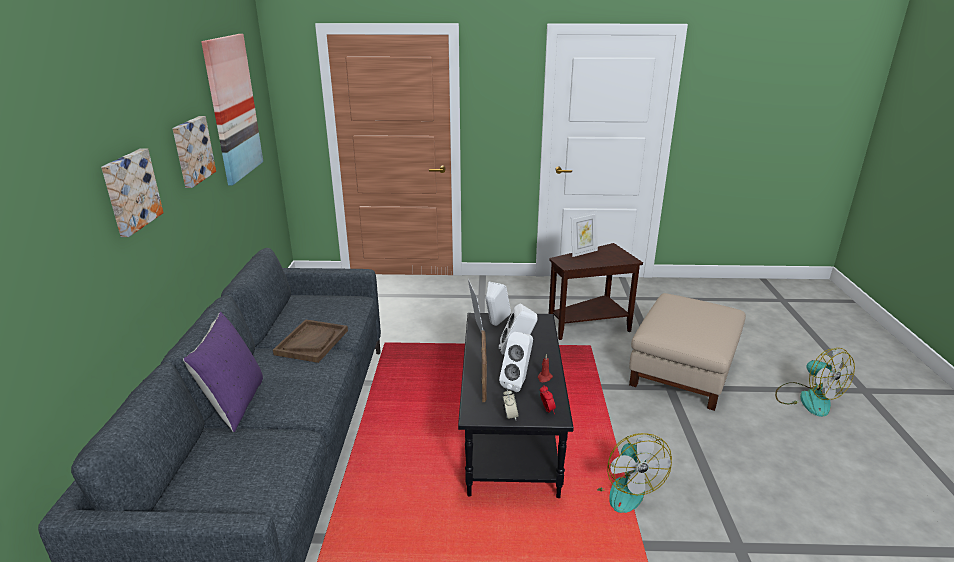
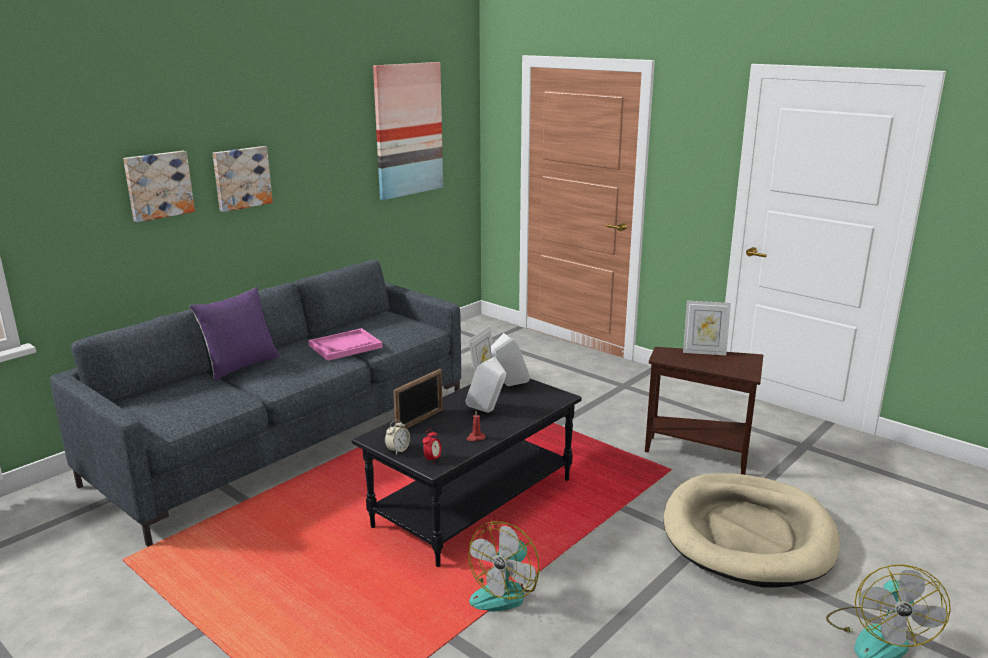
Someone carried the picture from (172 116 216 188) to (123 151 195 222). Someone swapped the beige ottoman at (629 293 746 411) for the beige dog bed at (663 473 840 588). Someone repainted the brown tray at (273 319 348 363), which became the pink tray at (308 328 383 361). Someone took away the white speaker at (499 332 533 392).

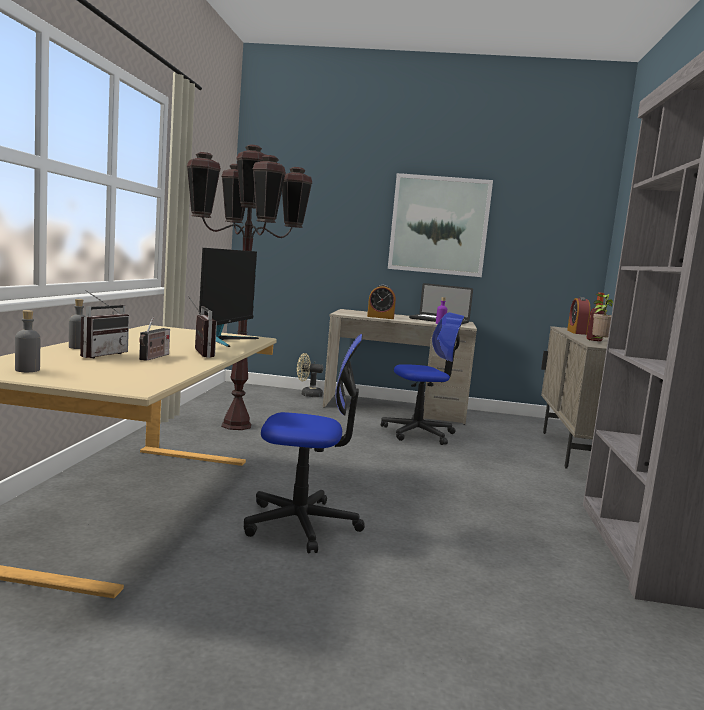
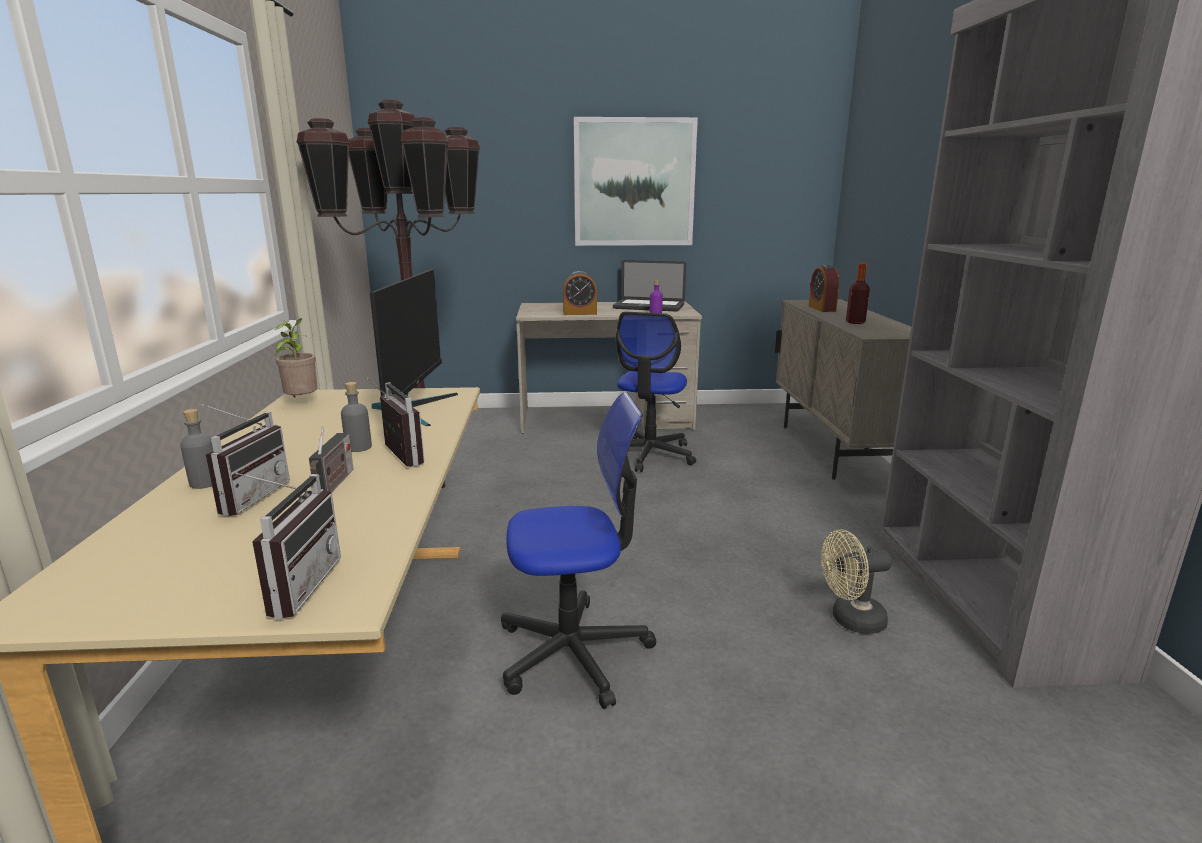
Someone carried the potted plant from (590 294 613 340) to (274 318 318 398). Someone carried the grey bottle from (15 310 40 372) to (341 382 372 452). Someone rotated the office chair at (381 312 464 445) by 135 degrees clockwise. Someone carried the beige fan from (297 353 324 397) to (821 529 892 634). Someone put down the radio at (235 472 341 619).

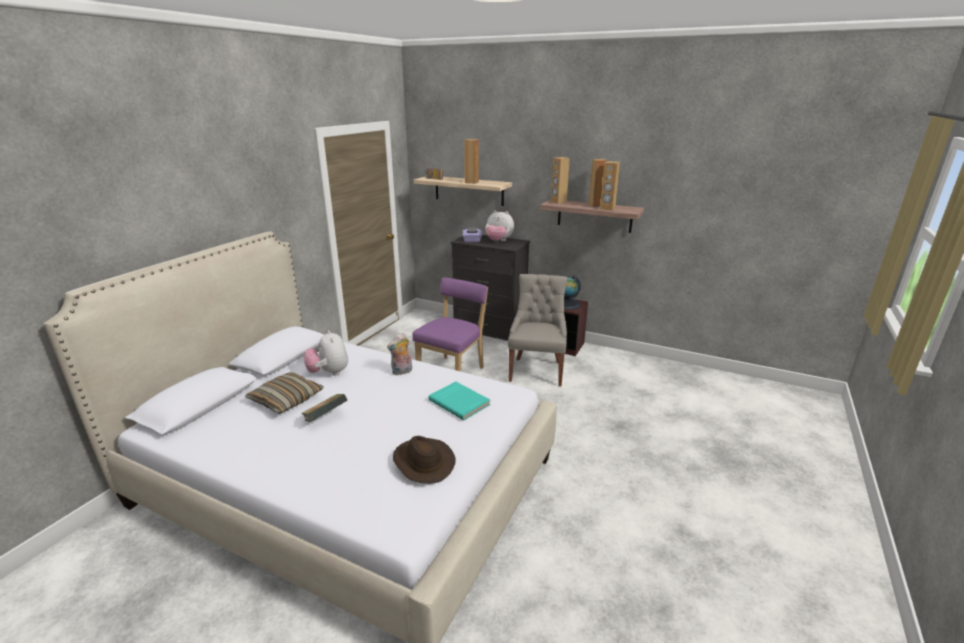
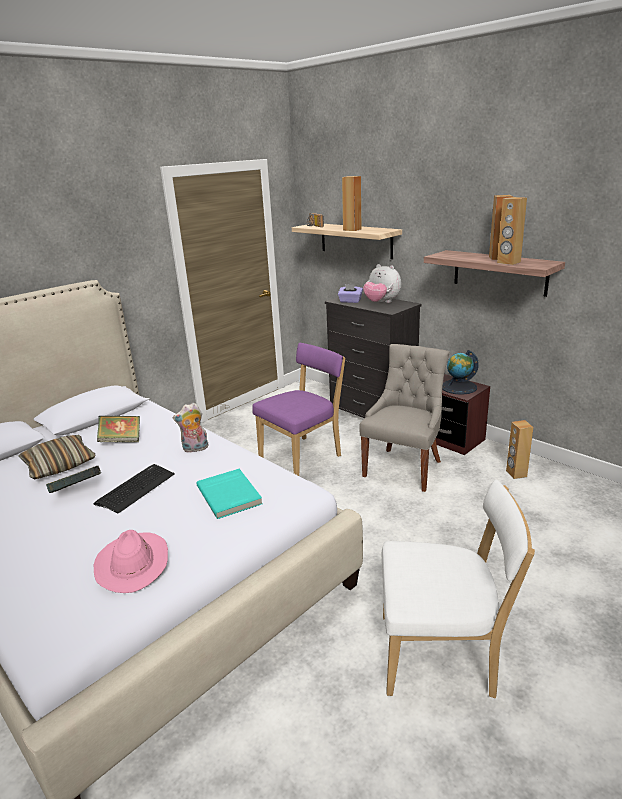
Someone carried the brown speaker from (551 157 570 204) to (506 420 533 479). Someone swapped the plush toy at (304 330 348 375) for the book at (97 416 140 442). Someone repainted the brown hat at (393 436 456 484), which became the pink hat at (94 530 168 593). Someone put down the keyboard at (94 464 175 514). Someone put down the white chair at (381 480 535 698).

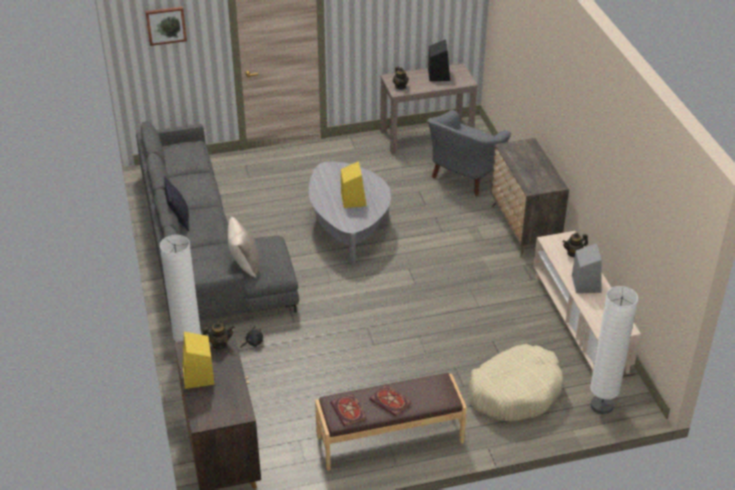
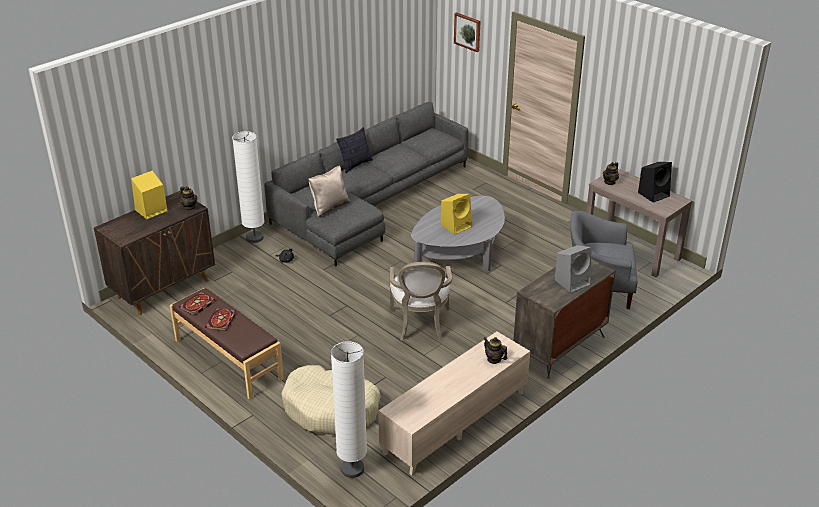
Someone carried the grey speaker from (572 243 602 293) to (555 245 591 293). Someone put down the armchair at (389 262 452 341).

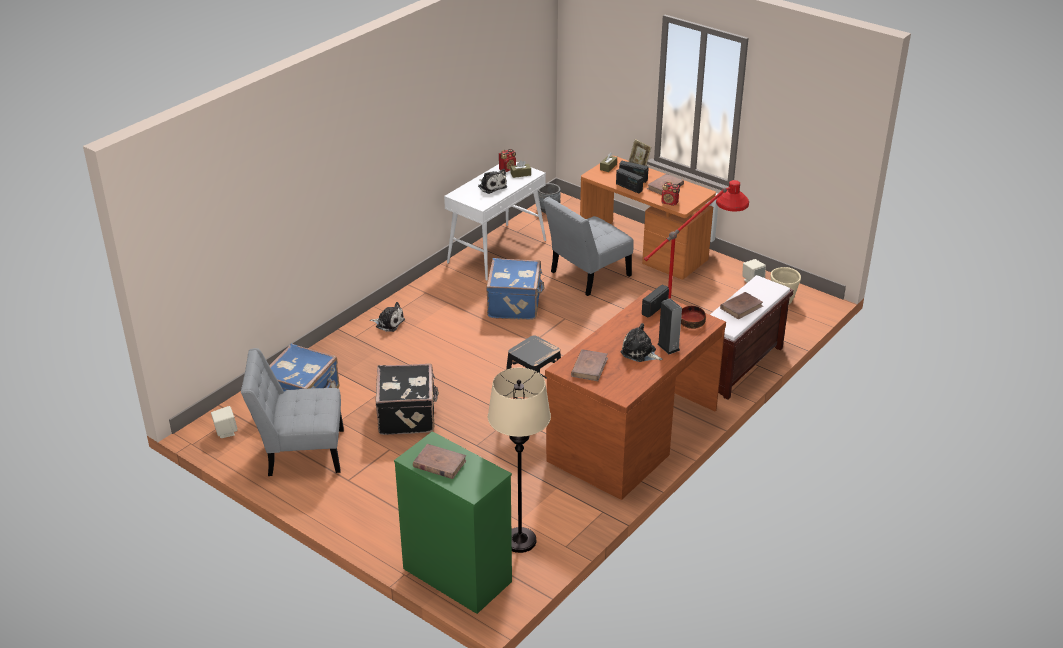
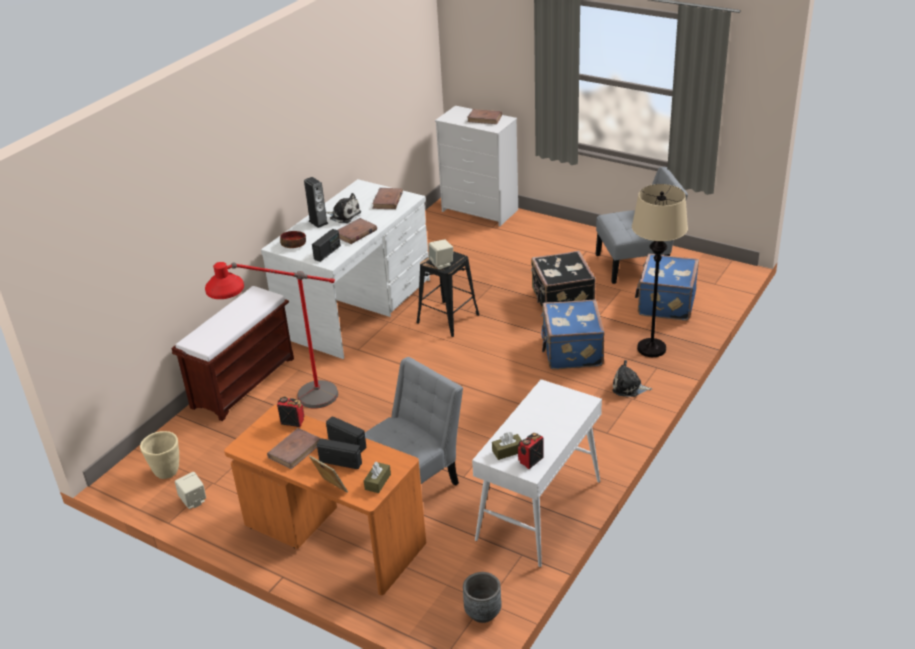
Someone took away the plush toy at (478 169 507 194). Someone carried the blue suitcase from (486 258 544 320) to (541 300 605 370). Someone repainted the brown desk at (545 290 726 500), which became the white desk at (261 179 430 359). Someone carried the brown book from (720 292 763 320) to (338 218 377 244). Someone carried the beige floor lamp from (488 368 551 553) to (632 184 688 357). Someone carried the beige speaker from (211 406 238 438) to (428 239 453 270). Someone repainted the green dresser at (394 431 512 614), which became the white dresser at (435 106 518 226).

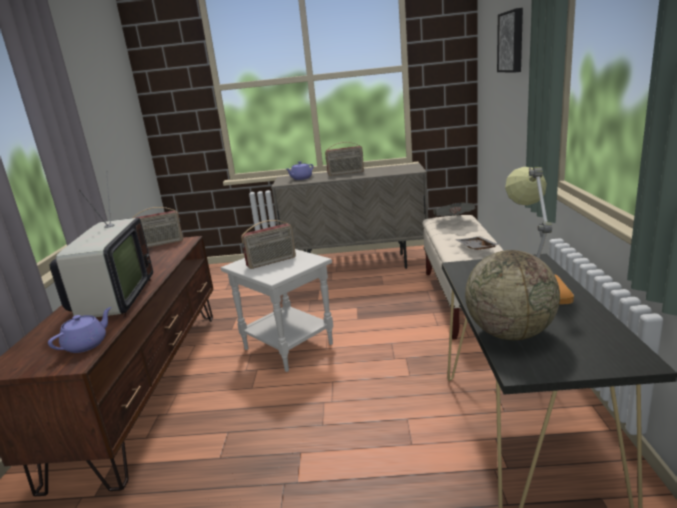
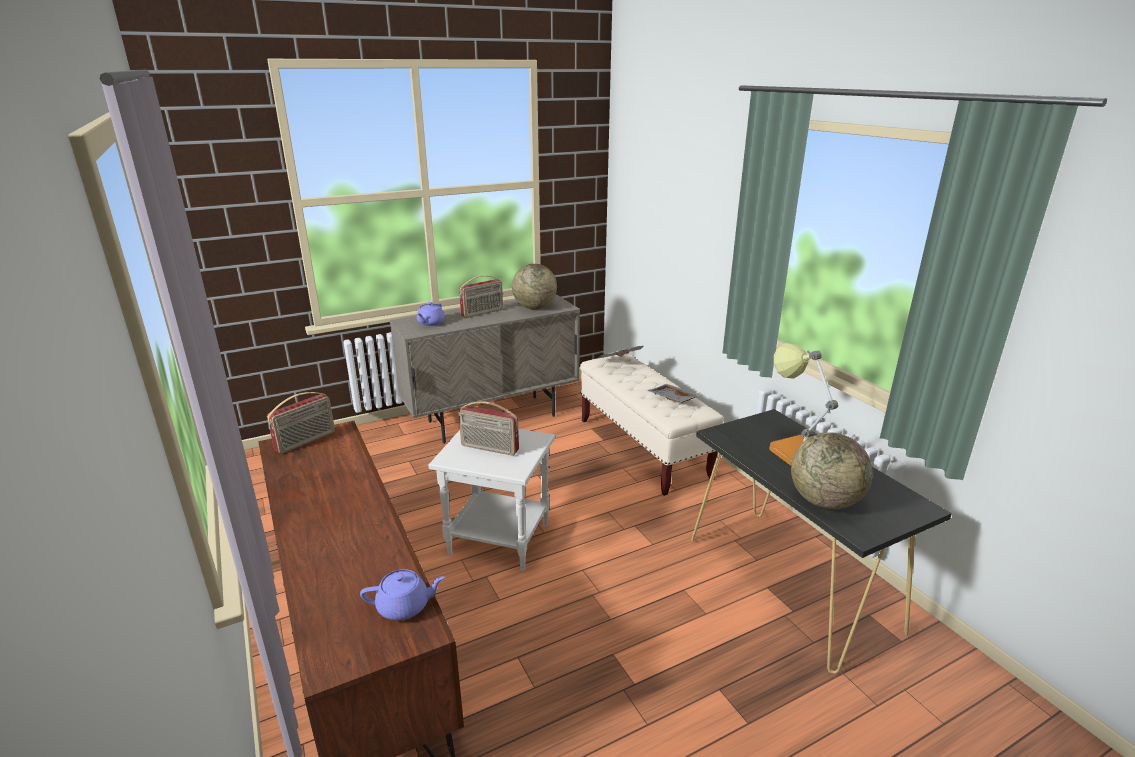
Someone took away the picture at (497 8 523 73). Someone took away the television at (50 171 153 318). Someone rotated the radio at (241 220 296 269) by 75 degrees clockwise. Someone rotated the purple teapot at (48 307 111 353) by 75 degrees clockwise. Someone put down the globe at (512 264 557 309).

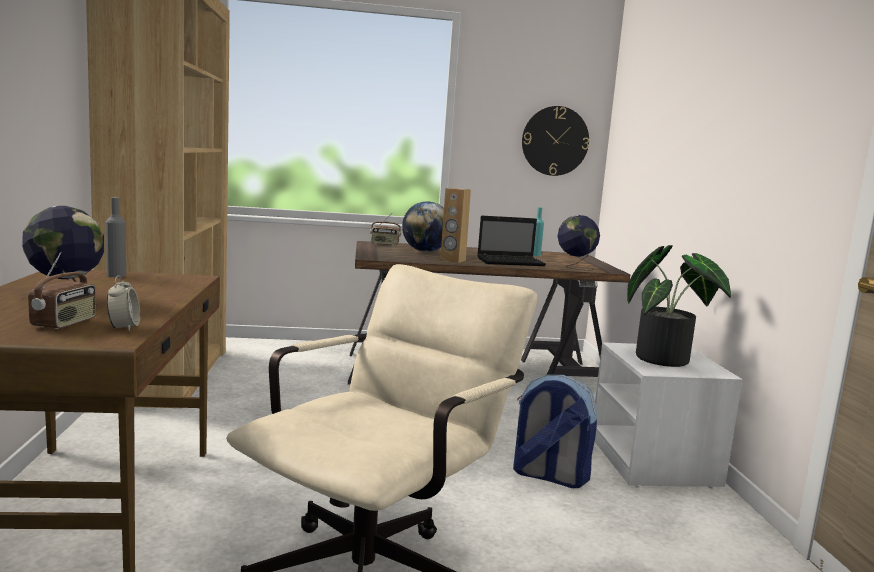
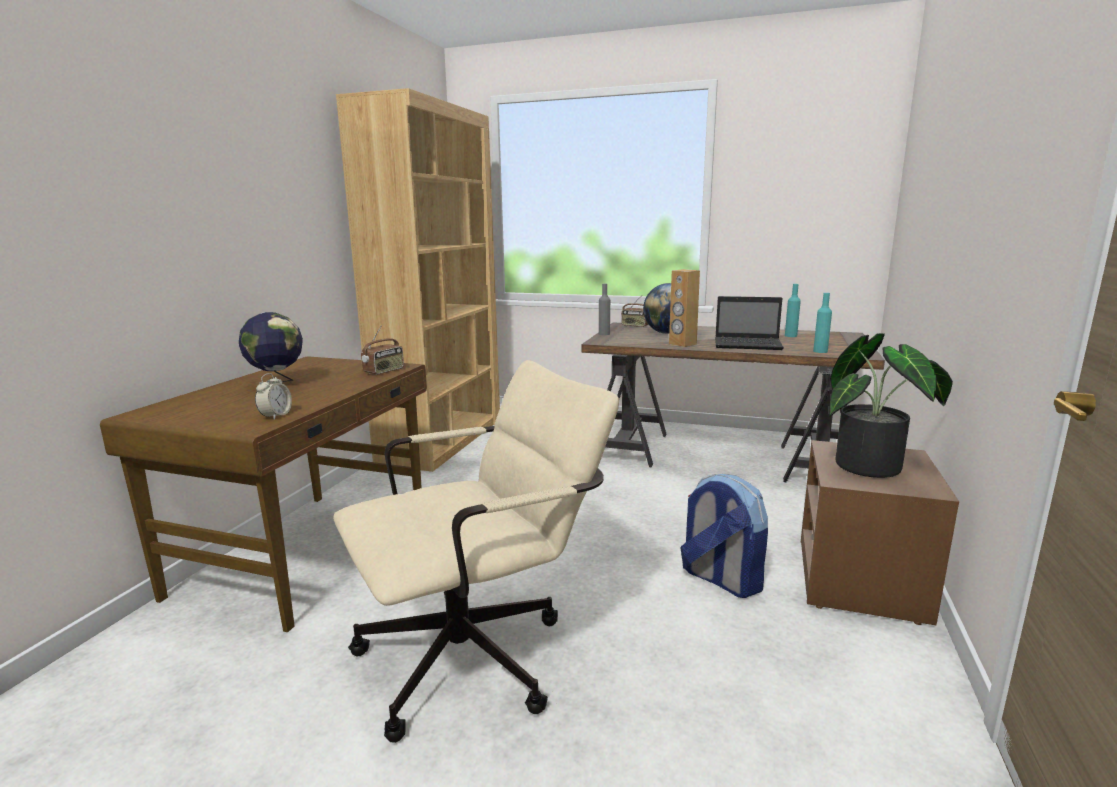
Someone took away the wall clock at (522 106 589 176). Someone carried the grey bottle from (106 197 126 277) to (599 284 610 335). Someone swapped the globe at (557 215 600 271) for the turquoise bottle at (813 293 832 353). Someone carried the radio from (28 252 96 329) to (361 326 404 375). Someone repainted the white nightstand at (595 342 743 489), which became the brown nightstand at (801 440 959 625).

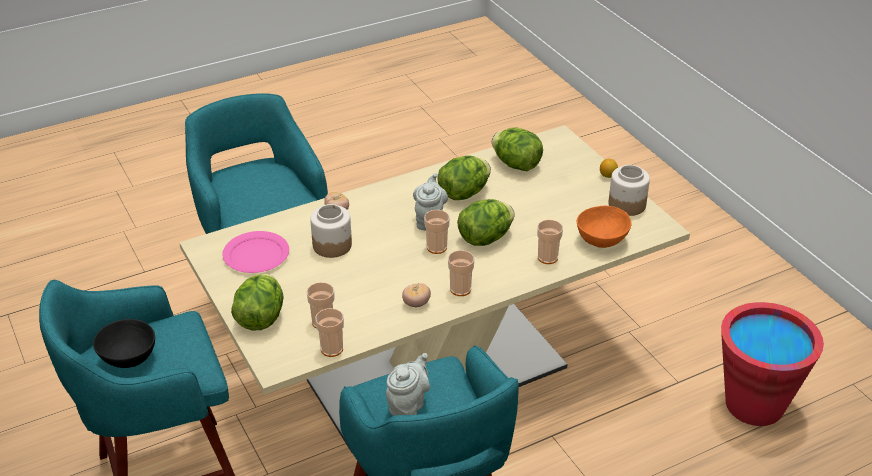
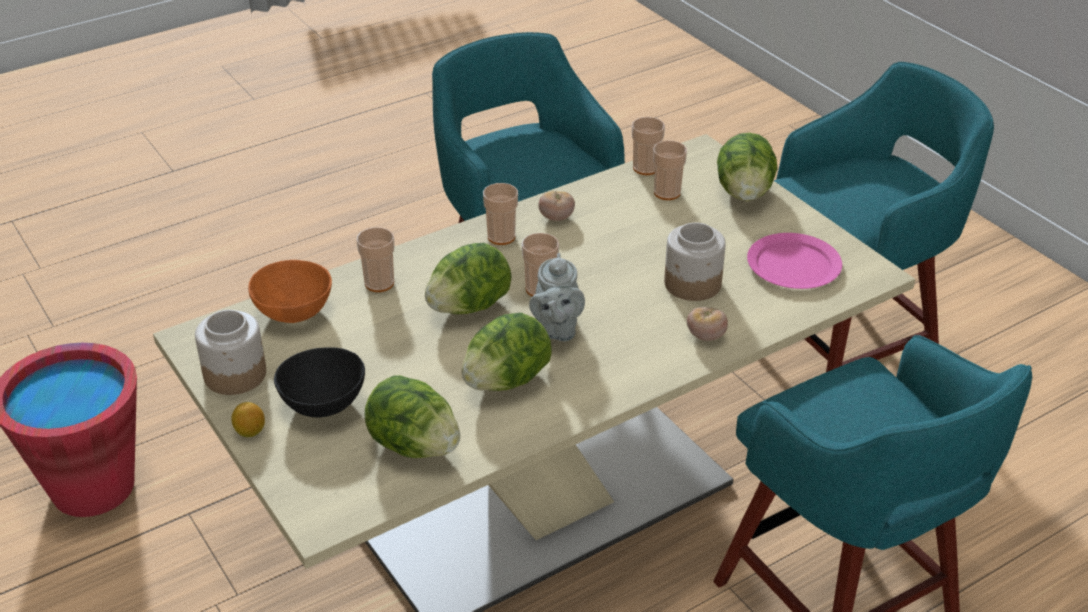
Someone carried the black bowl from (93 319 155 368) to (274 347 365 418). Someone took away the grey teapot at (386 353 430 416).

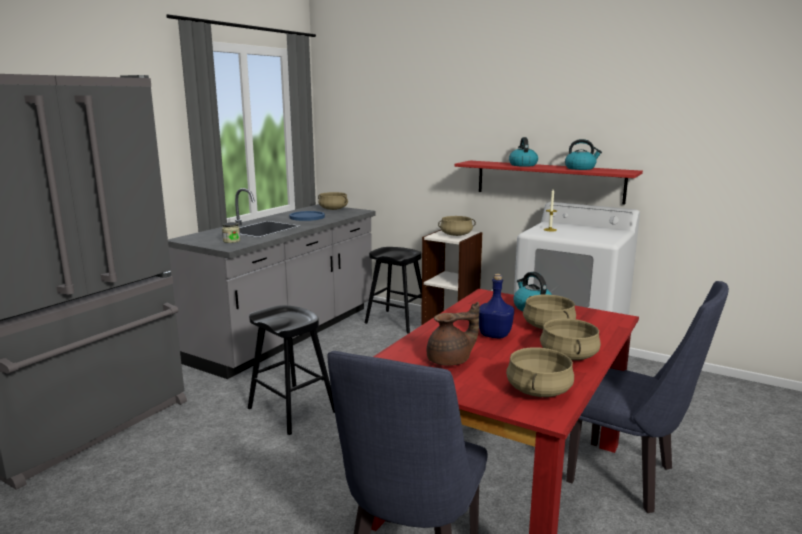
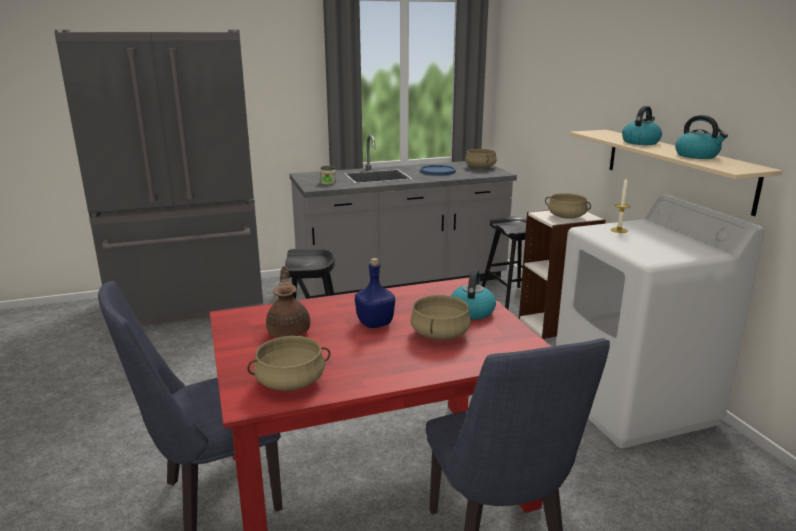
Someone repainted the red shelf at (455 161 643 205), which became the beige shelf at (570 130 783 216). Someone rotated the brown teapot at (427 302 479 366) by 120 degrees counterclockwise. Someone took away the beige cooking pot at (540 318 601 360).

